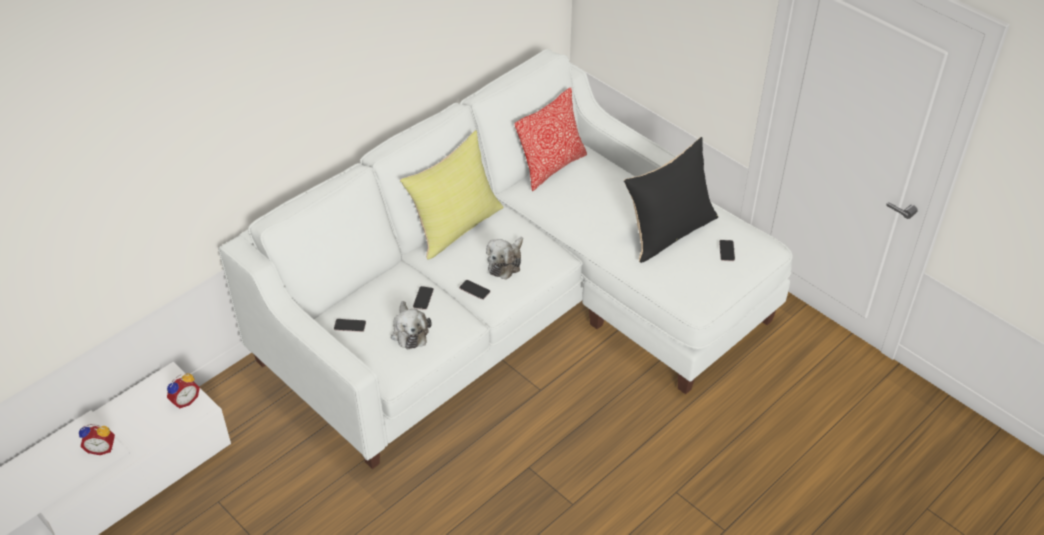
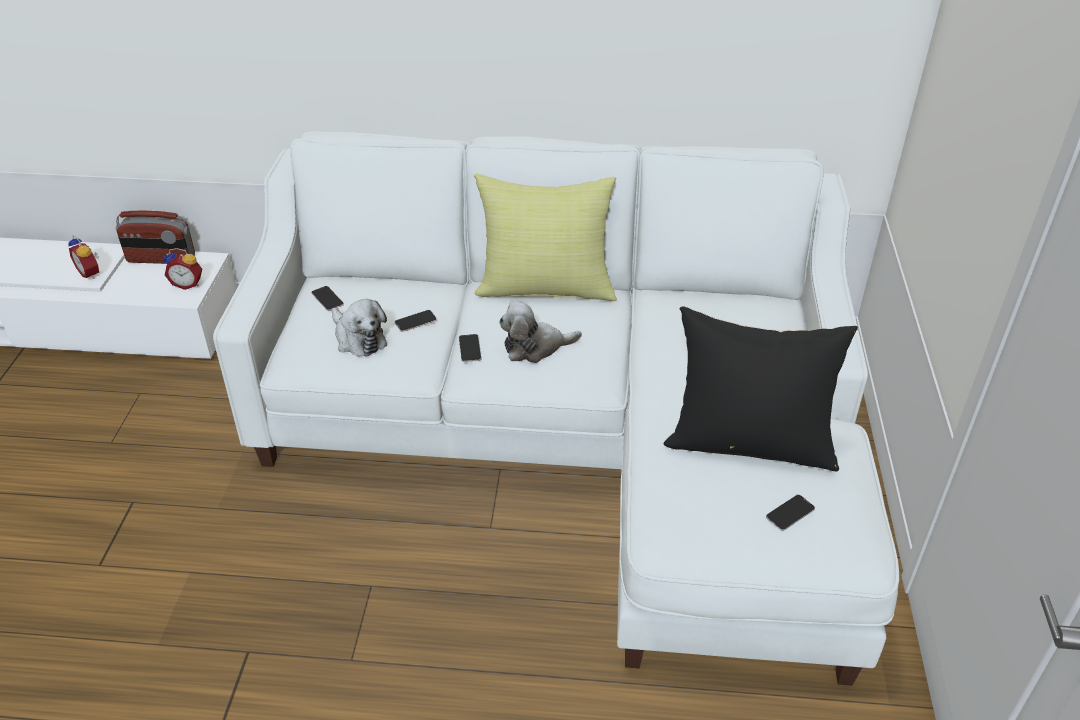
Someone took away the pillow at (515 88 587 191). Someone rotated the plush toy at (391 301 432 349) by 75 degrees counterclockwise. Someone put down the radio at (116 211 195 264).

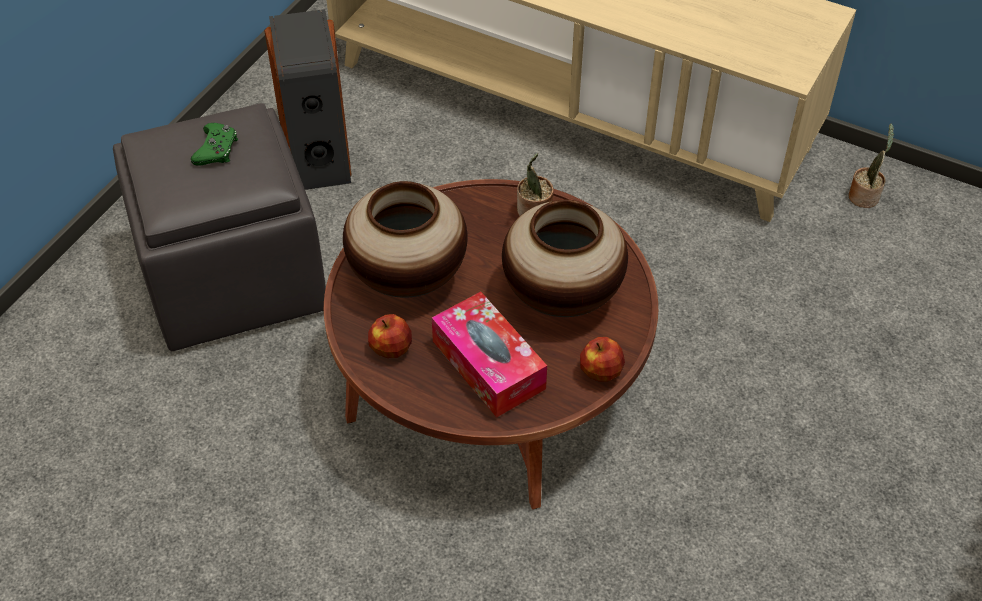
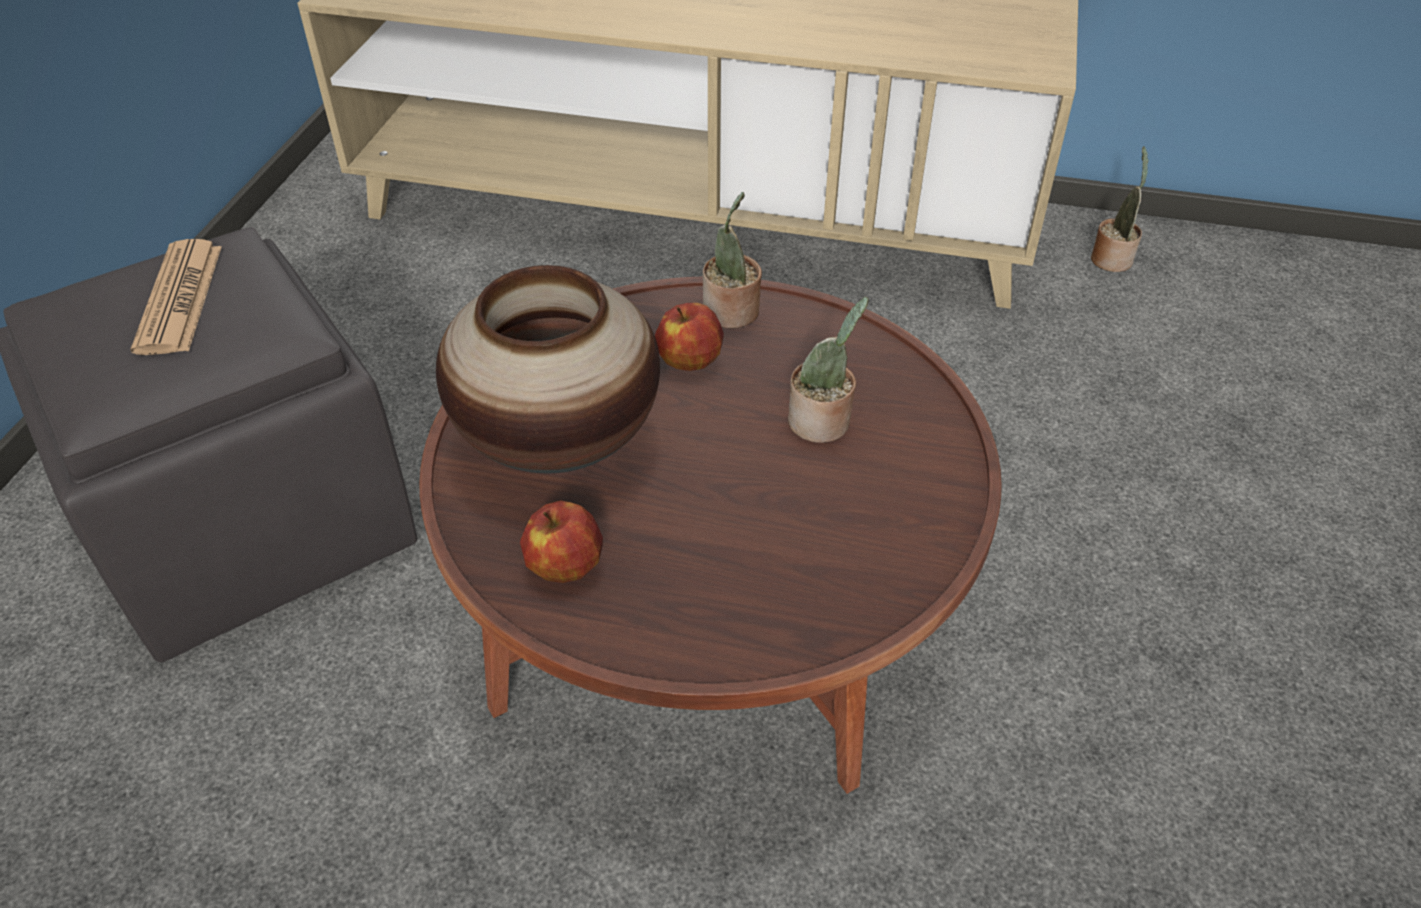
Someone took away the speaker at (264 9 351 190). Someone swapped the green game controller at (191 123 238 165) for the newspaper at (131 239 222 355). Someone swapped the vase at (502 199 628 317) for the potted plant at (788 297 869 443). Someone took away the tissue box at (432 292 547 418). Someone carried the apple from (580 337 625 382) to (655 303 724 371).

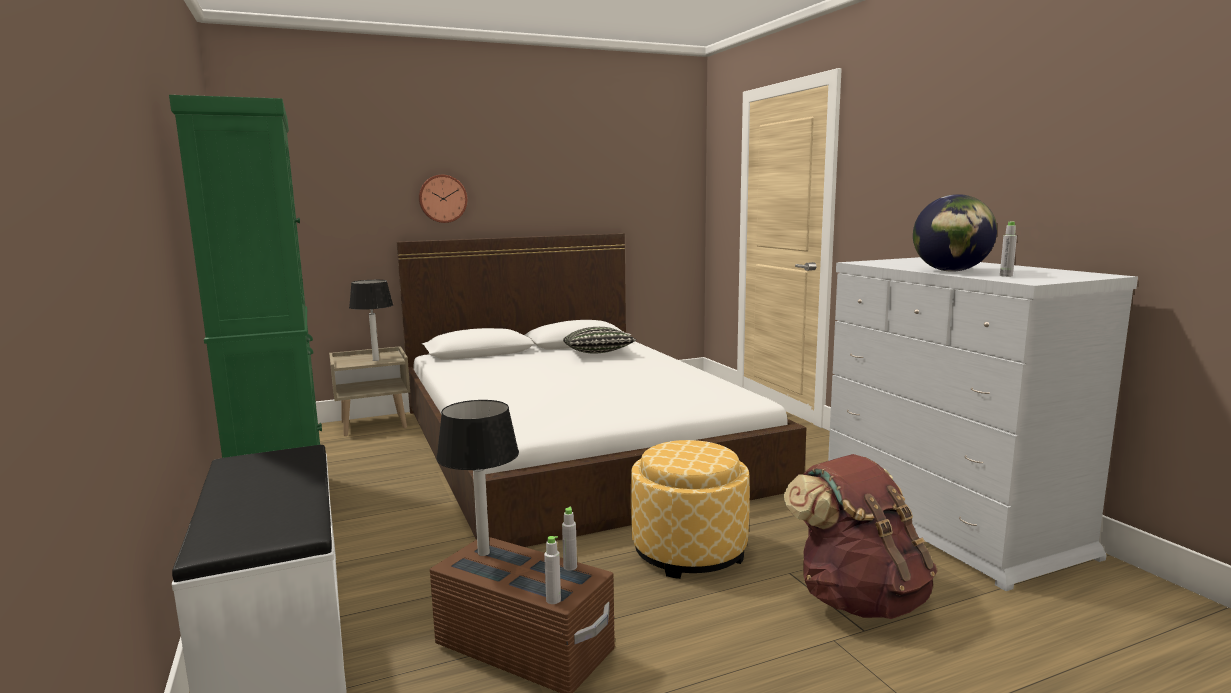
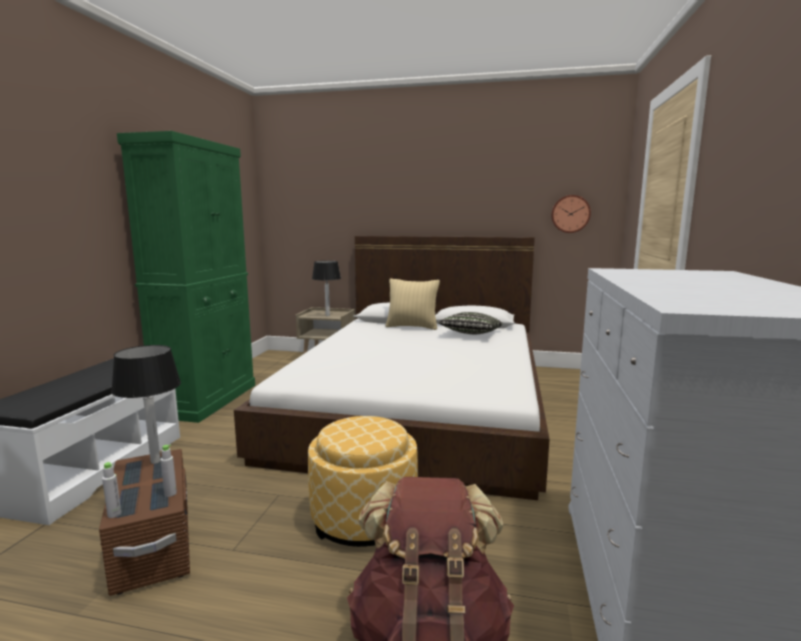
Someone carried the wall clock from (419 175 467 223) to (551 195 591 233). Someone took away the globe at (913 194 997 272). Someone took away the grey bottle at (1000 222 1017 277). Someone put down the beige pillow at (386 279 440 330).

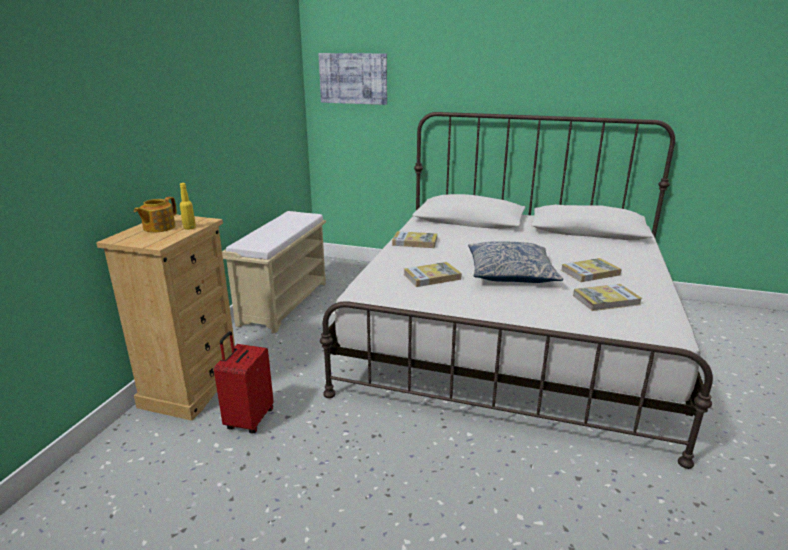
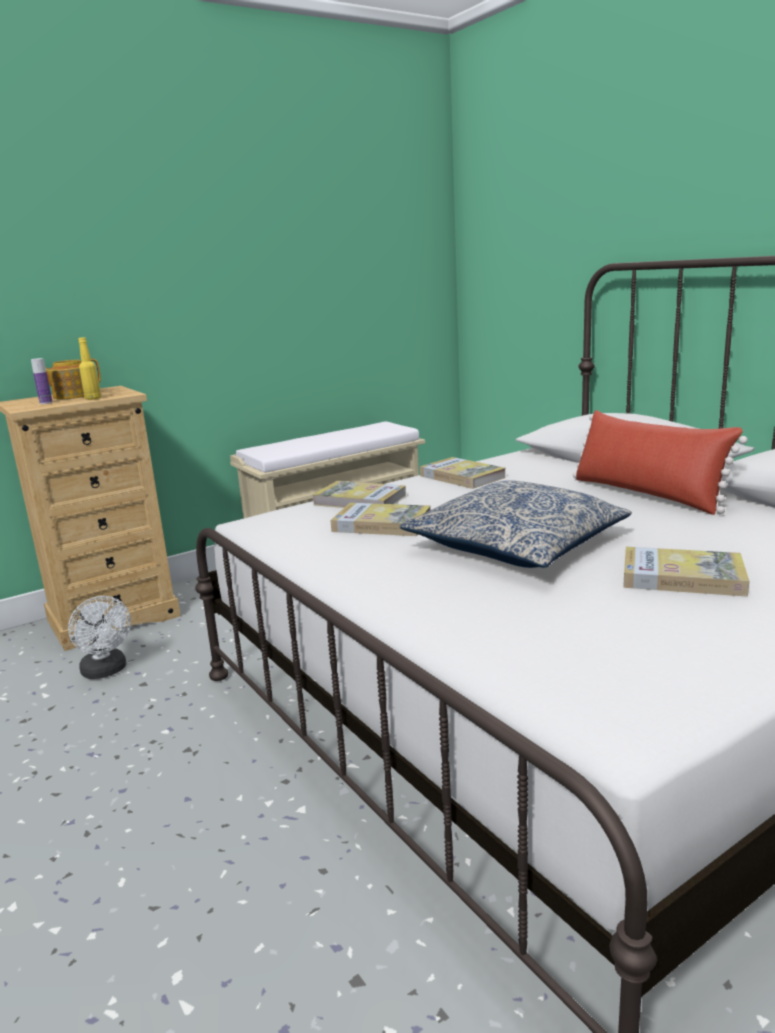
Someone took away the picture at (318 53 387 105). Someone carried the book from (573 284 642 311) to (313 481 406 508). Someone swapped the red suitcase at (214 331 274 433) for the white fan at (68 596 131 679). Someone put down the bottle at (31 358 52 404). Someone put down the red pillow at (573 410 748 515).

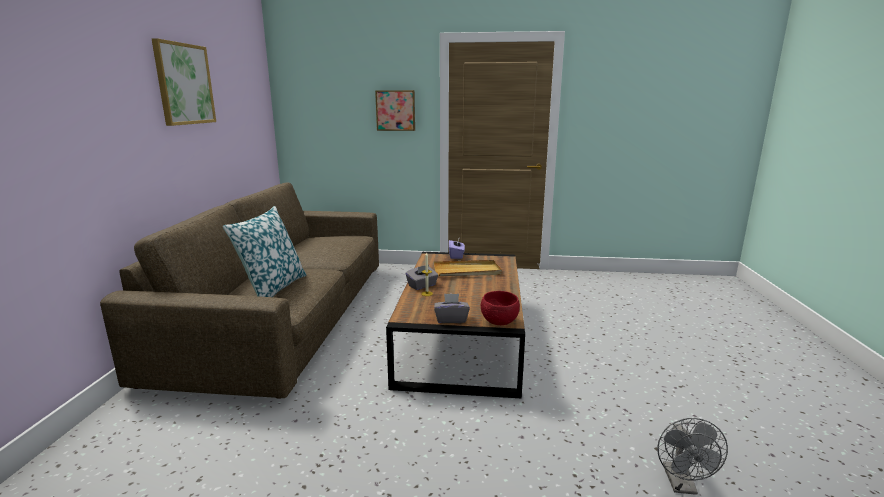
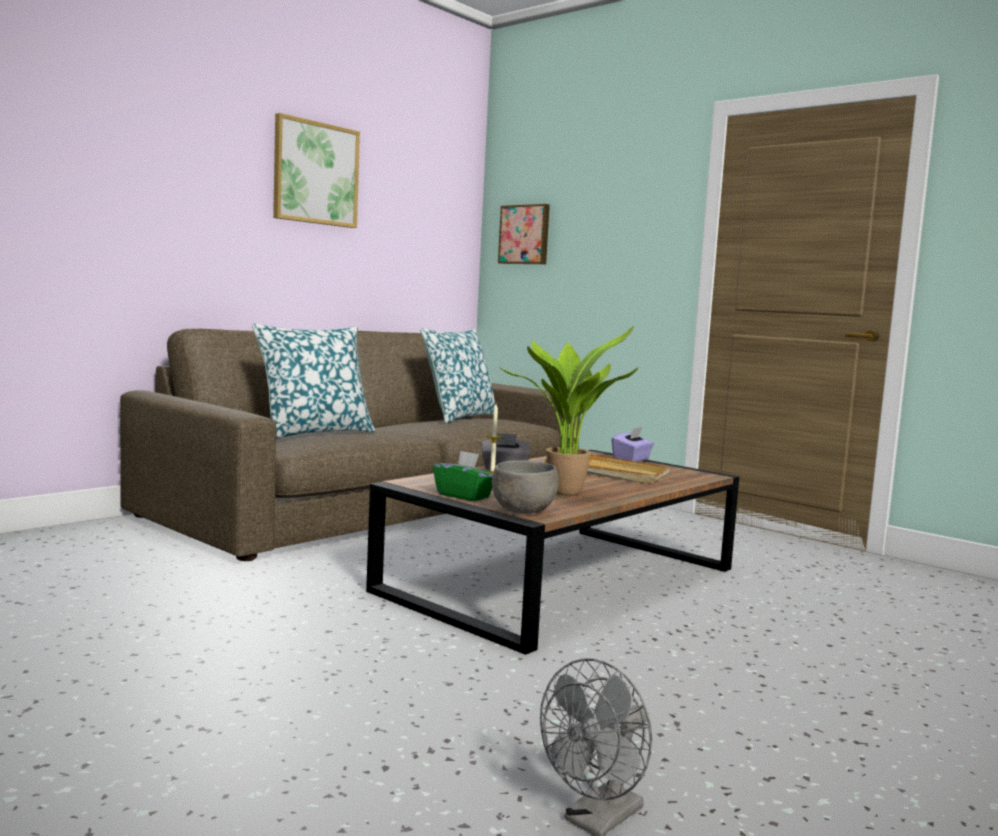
Someone carried the picture from (375 90 415 131) to (498 204 550 264). Someone repainted the red bowl at (481 291 520 325), which became the grey bowl at (492 460 559 514). Someone repainted the grey tissue box at (434 294 470 323), which became the green tissue box at (433 451 492 501). Someone put down the potted plant at (497 326 638 496). Someone put down the pillow at (420 328 495 424).

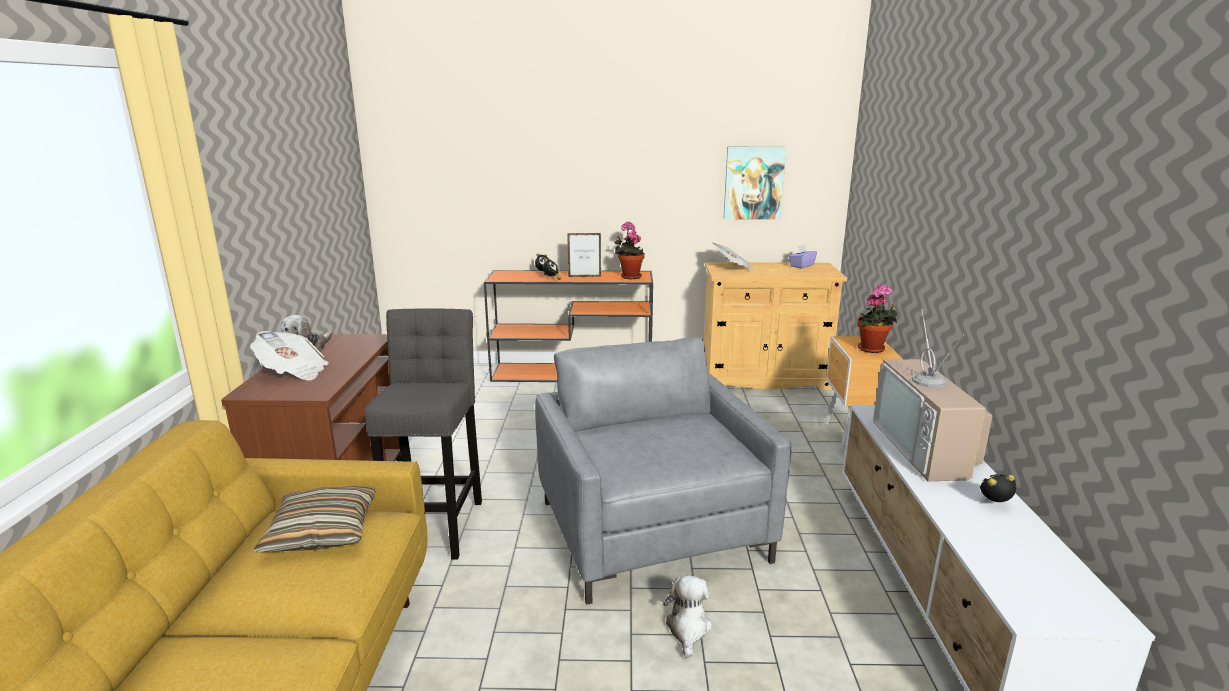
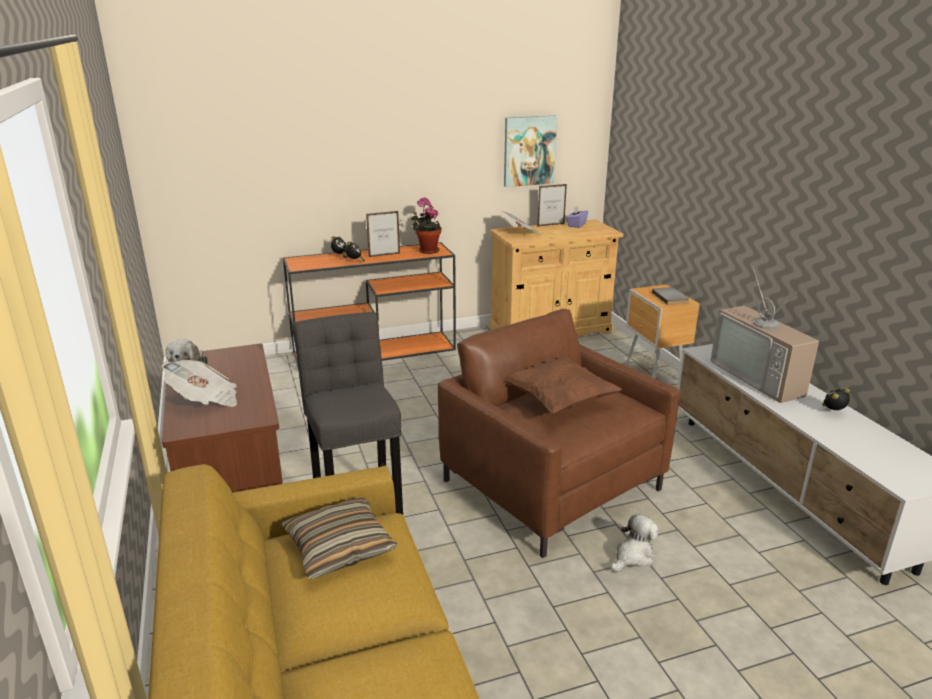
Someone swapped the potted plant at (857 284 898 353) for the grey book at (652 287 689 305). Someone repainted the grey armchair at (535 337 792 605), which became the brown armchair at (438 309 680 558). Someone rotated the plush toy at (663 575 712 658) by 60 degrees clockwise. Someone put down the picture frame at (537 184 567 227). Someone put down the brown pillow at (503 356 622 414).

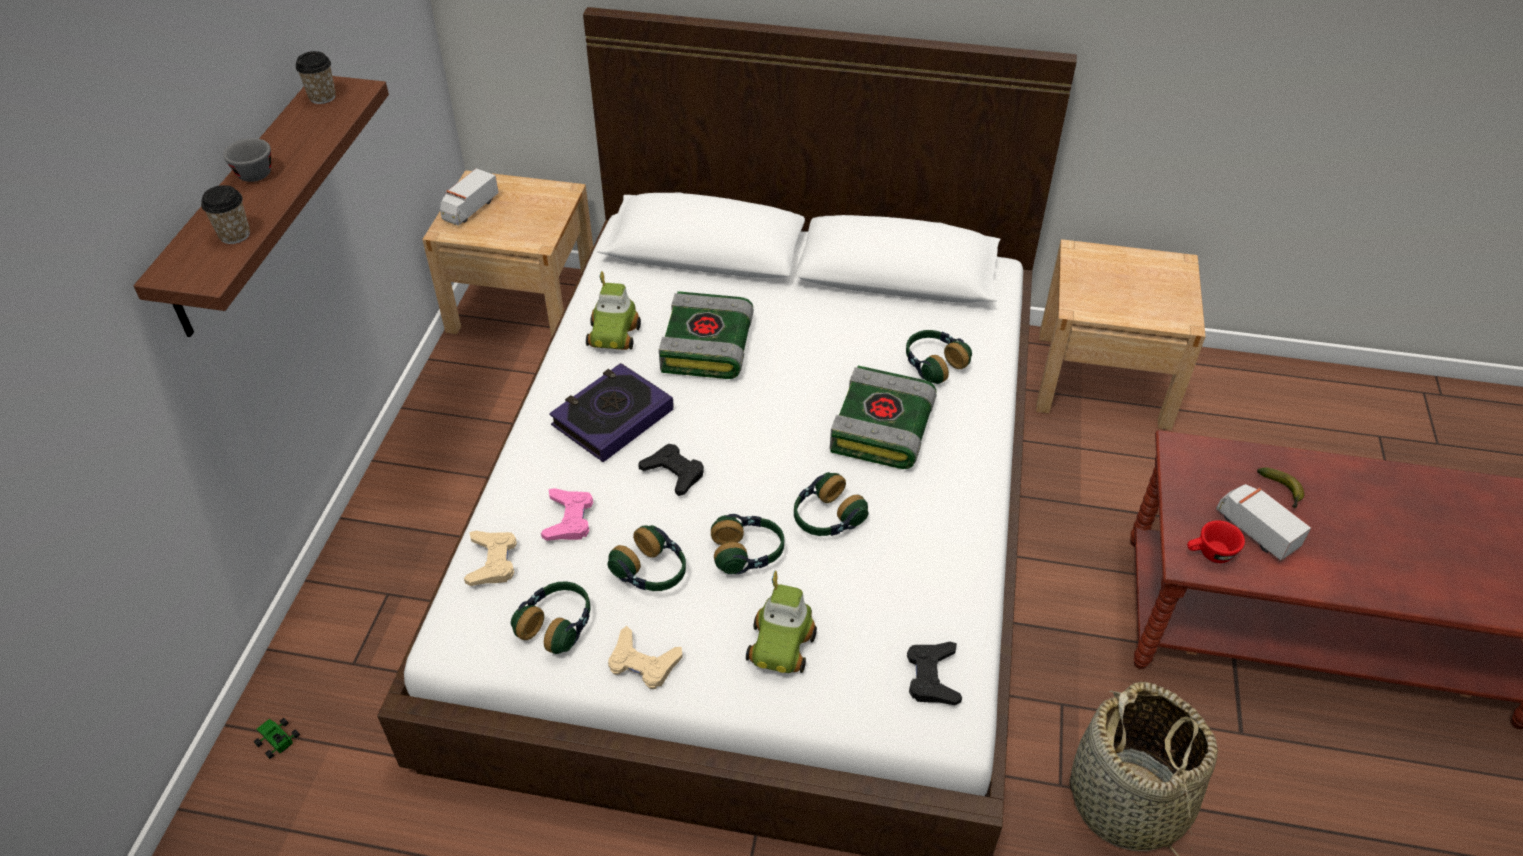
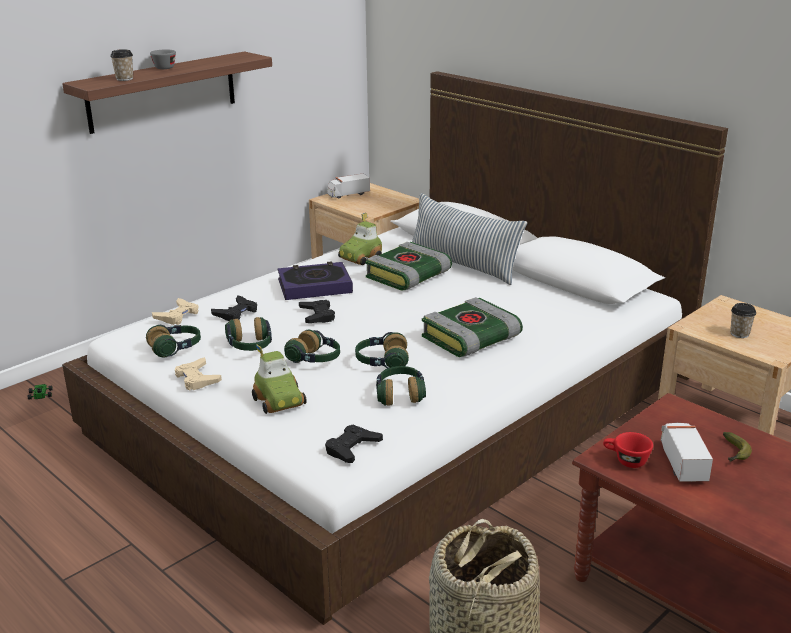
Someone carried the cup from (296 51 336 104) to (730 303 756 338). Someone carried the headphones from (906 330 972 384) to (376 366 426 405). Someone repainted the pink game controller at (541 488 593 541), which became the black game controller at (211 295 257 321). Someone rotated the toy car at (746 571 817 673) by 75 degrees counterclockwise. Someone put down the pillow at (412 193 527 285).

